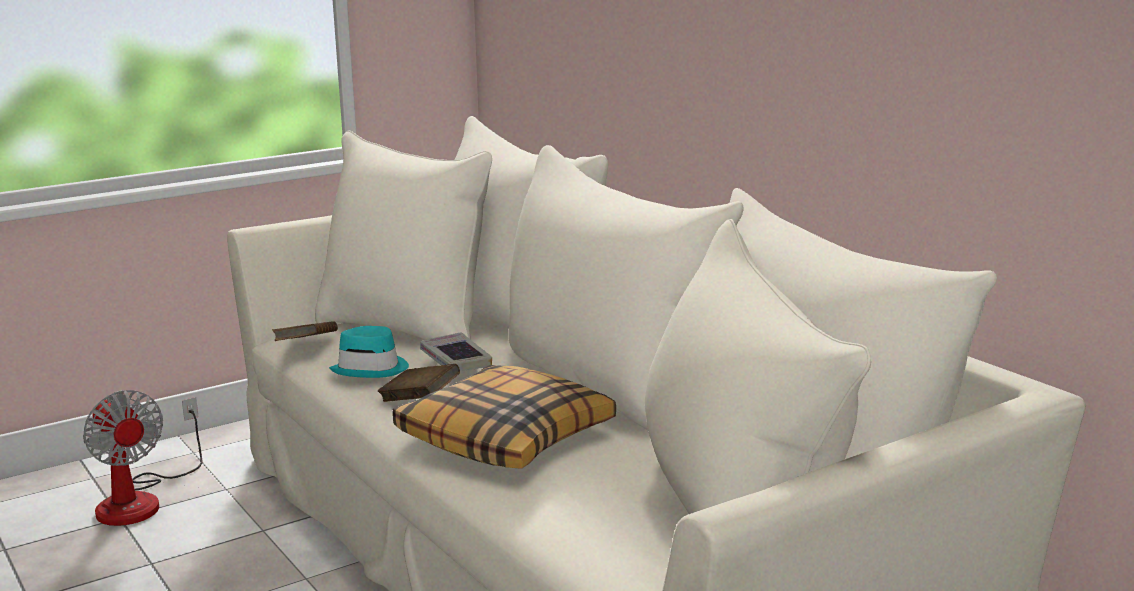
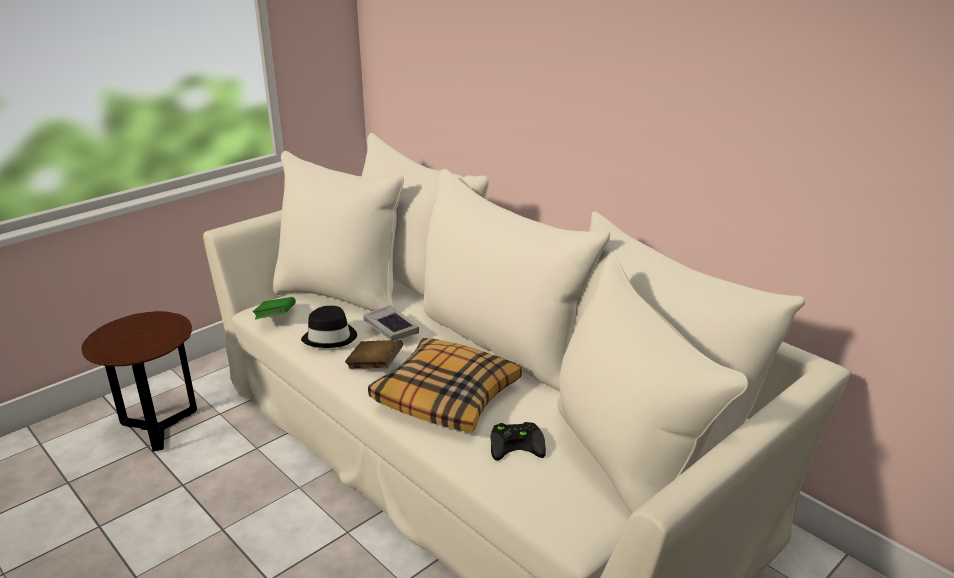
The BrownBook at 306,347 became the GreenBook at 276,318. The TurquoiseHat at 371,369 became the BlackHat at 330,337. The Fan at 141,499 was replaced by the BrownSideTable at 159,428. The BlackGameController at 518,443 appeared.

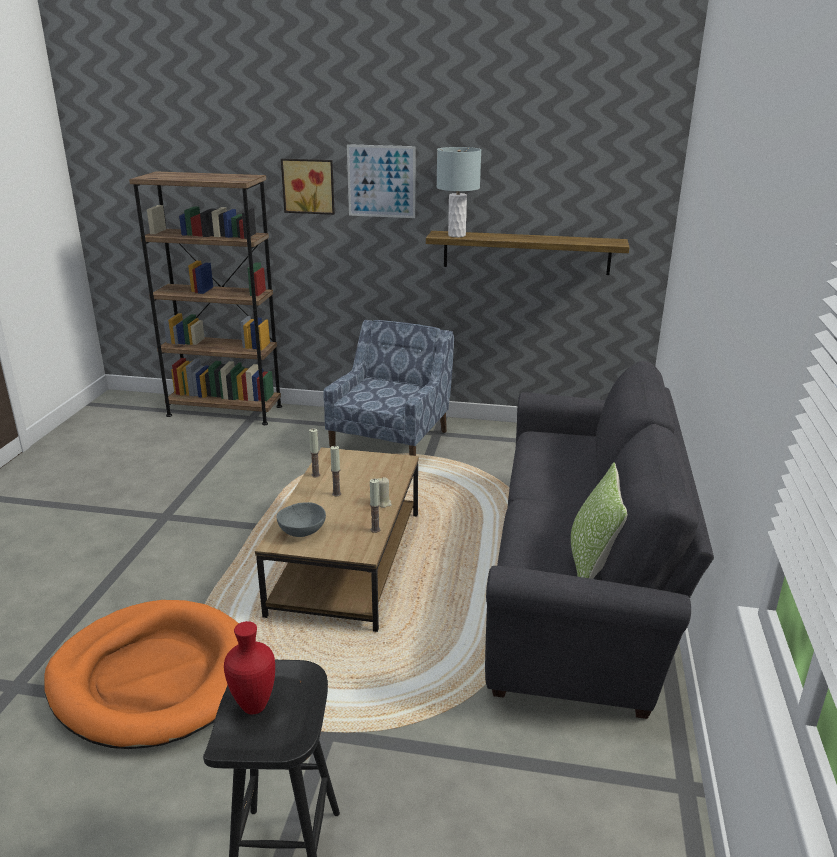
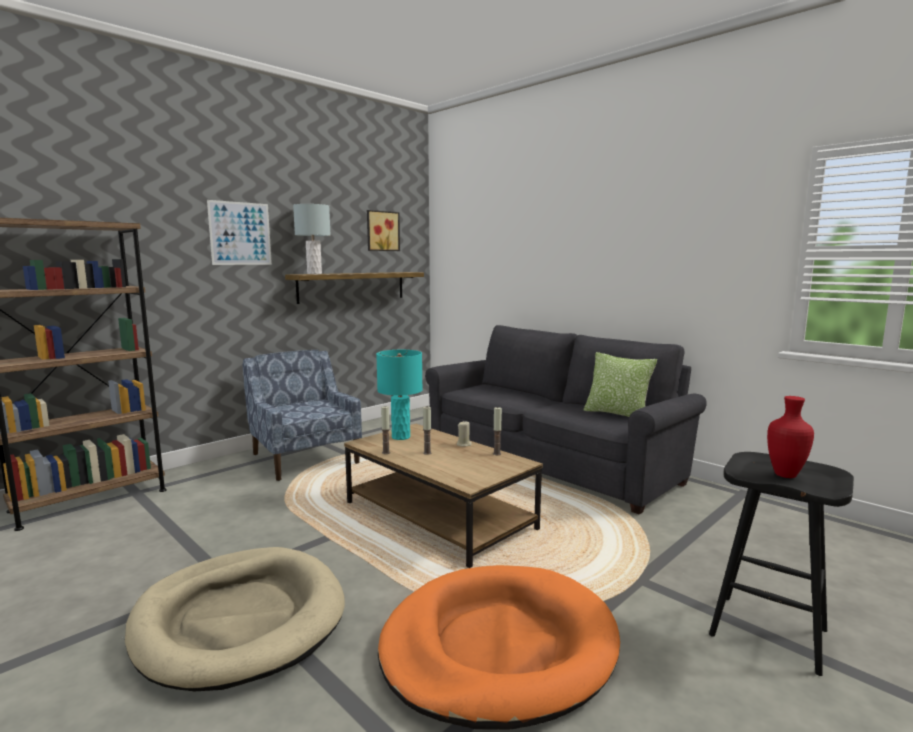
The Picture moved from 309,186 to 382,231. The GreyBowl at 301,532 disappeared. The TurquoiseTableLamp at 401,437 appeared. The BeigeDogBed at 239,620 appeared.

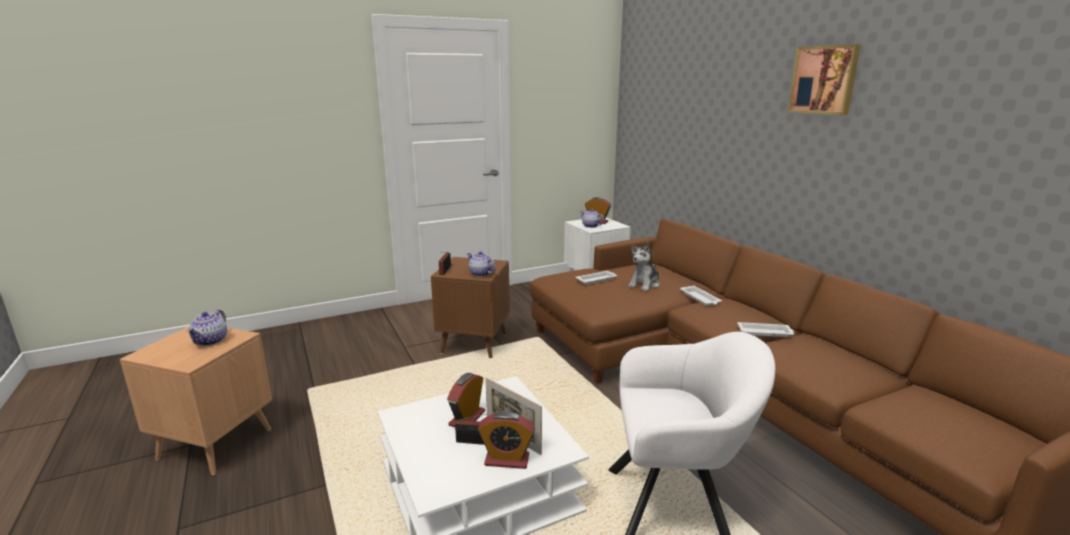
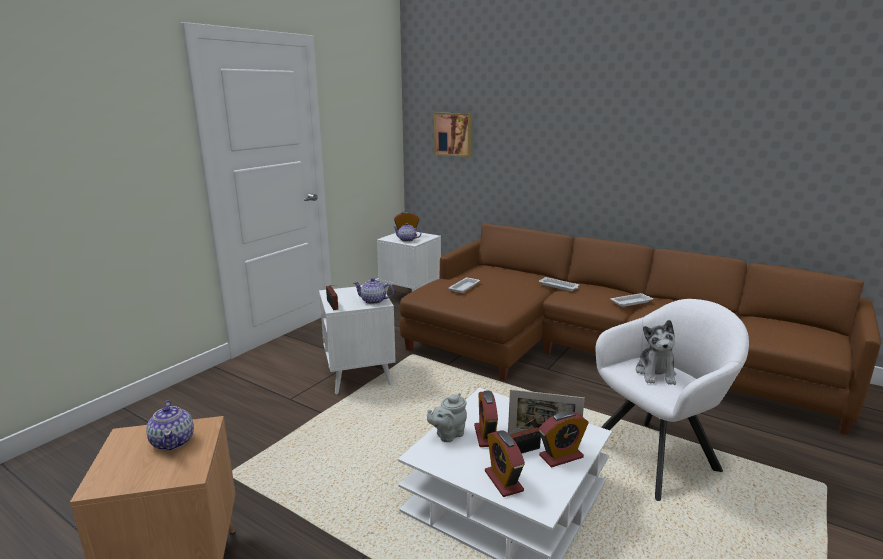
The Picture moved from 824,80 to 454,134. The PlushToy moved from 644,284 to 656,373. The BrownSideTable at 474,343 became the WhiteSideTable at 359,376. The GreyTeapot at 448,435 appeared. The AlarmClock at 503,481 appeared.

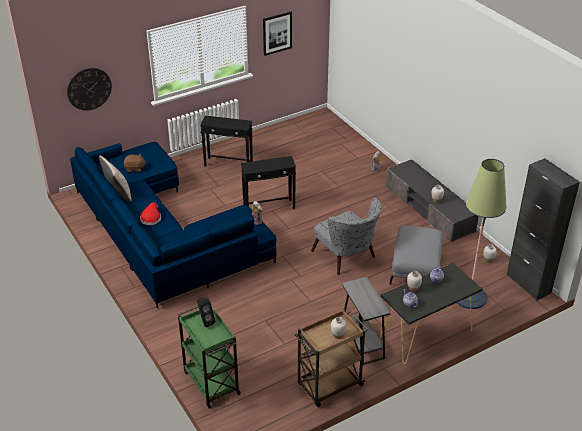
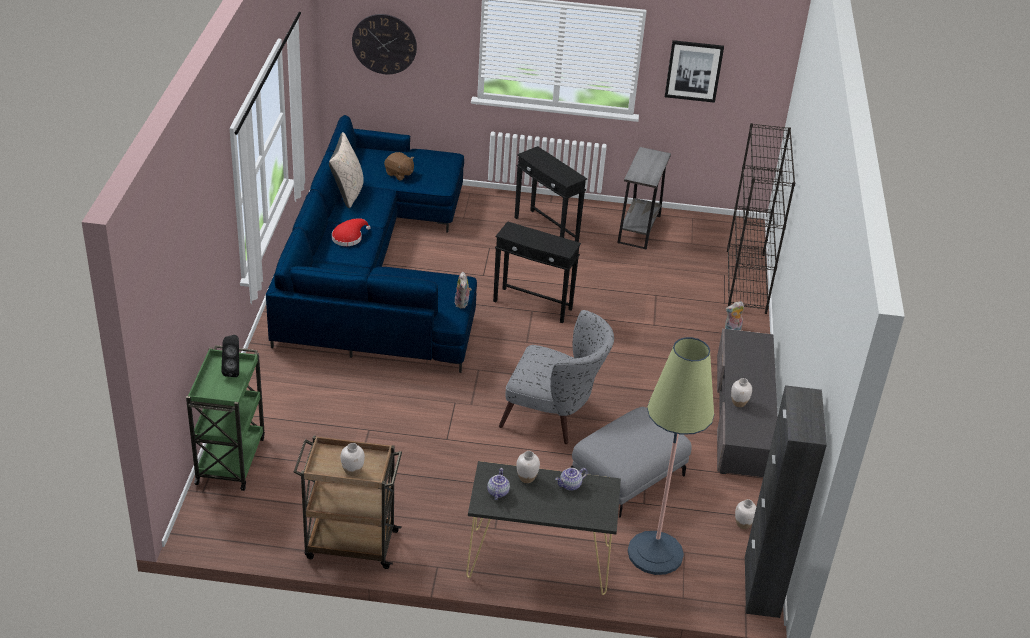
The GreyArmchair at 347,258 turned 75 degrees counterclockwise. The GreySideTable moved from 362,343 to 639,229. The BlackBookcase at 746,282 appeared.

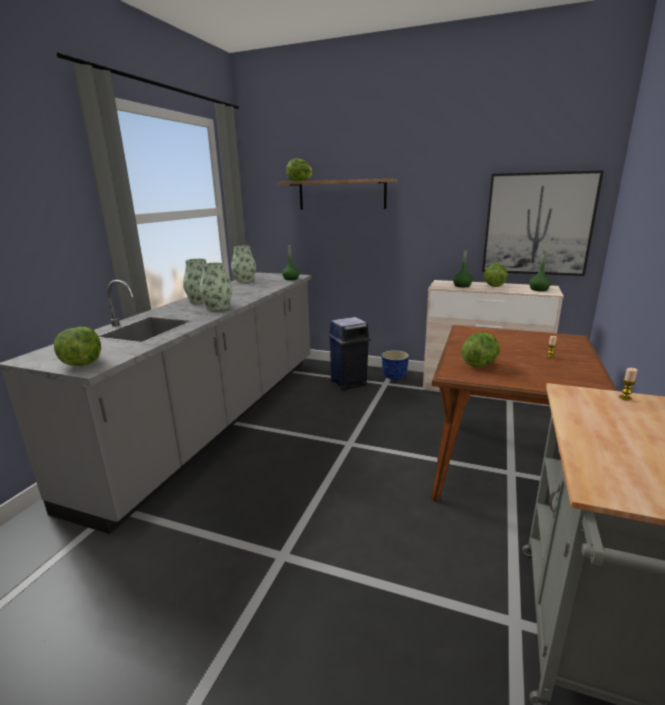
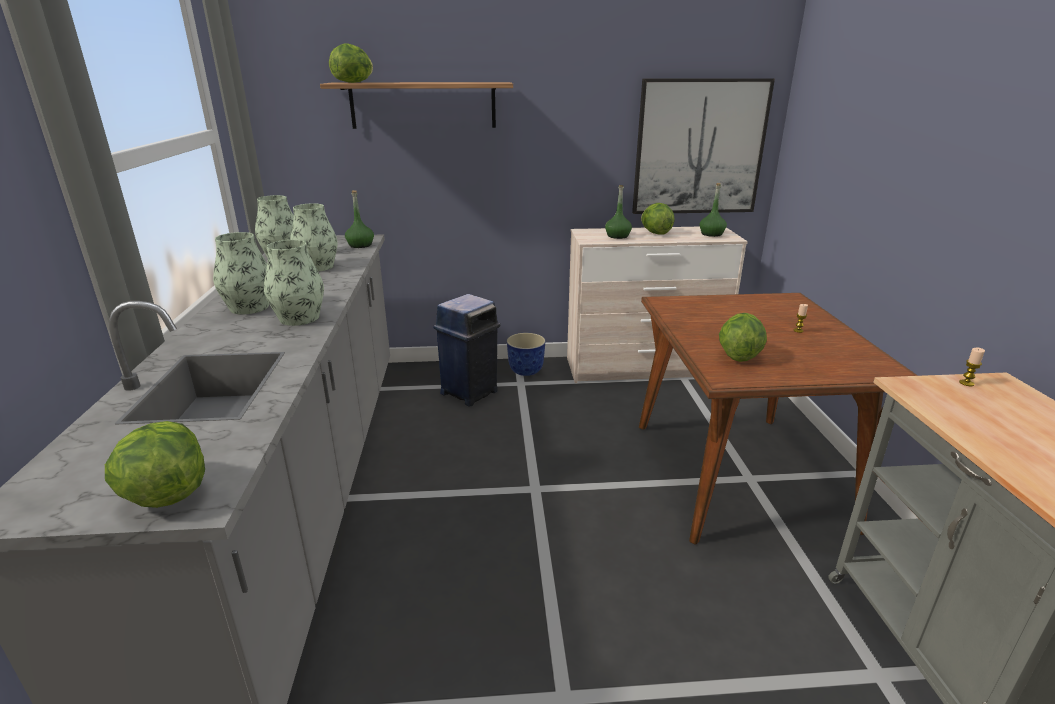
The Vase at 317,267 appeared.

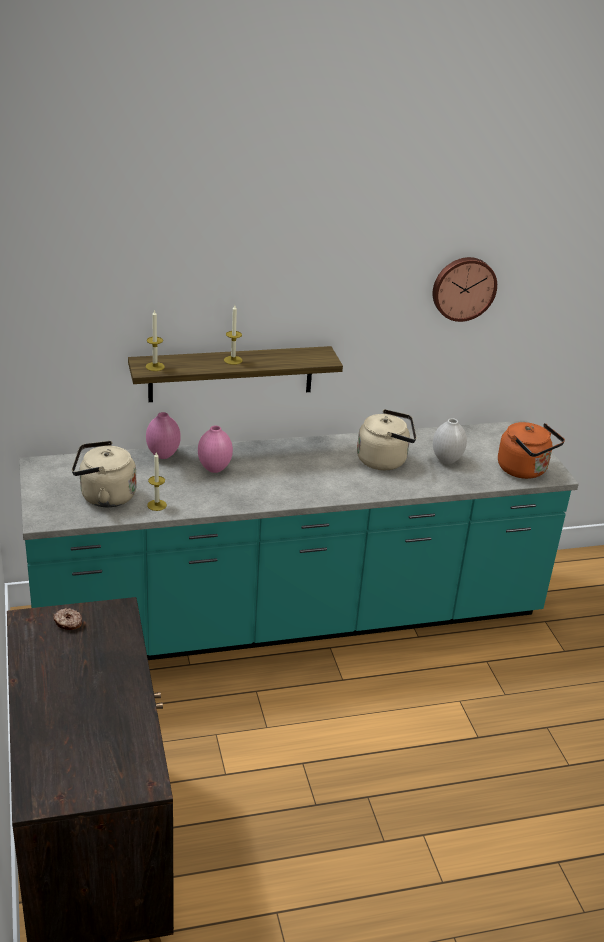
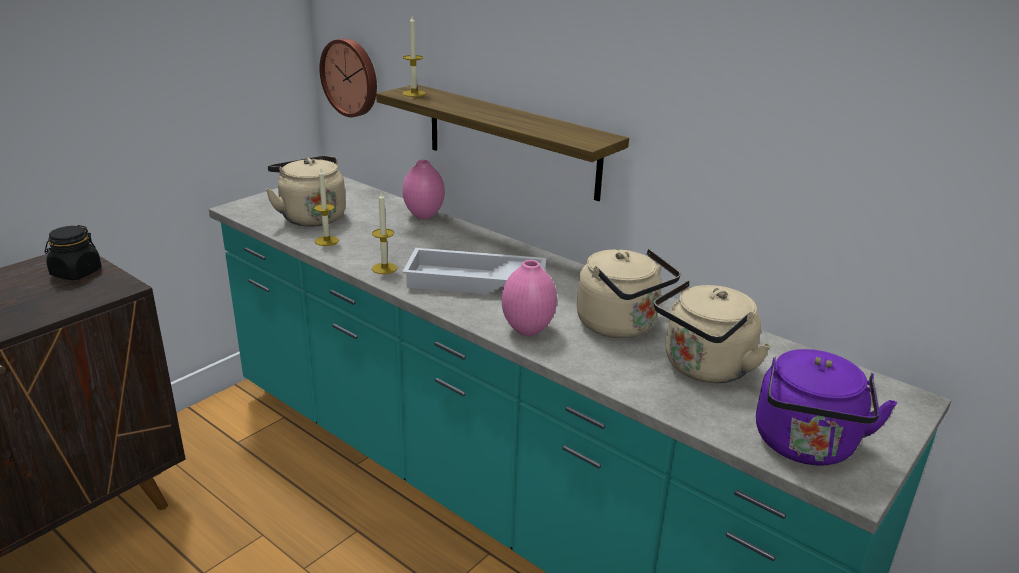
The WallClock moved from 463,288 to 351,77. The Candle moved from 233,360 to 384,268. The WhiteVase at 446,460 was replaced by the BeigeKettle at 703,368. The OrangeKettle at 524,470 became the PurpleKettle at 805,447. The PinkVase moved from 214,469 to 527,330. The Donut at 68,623 was replaced by the BlackJar at 76,273. The WhiteTray at 474,282 appeared.

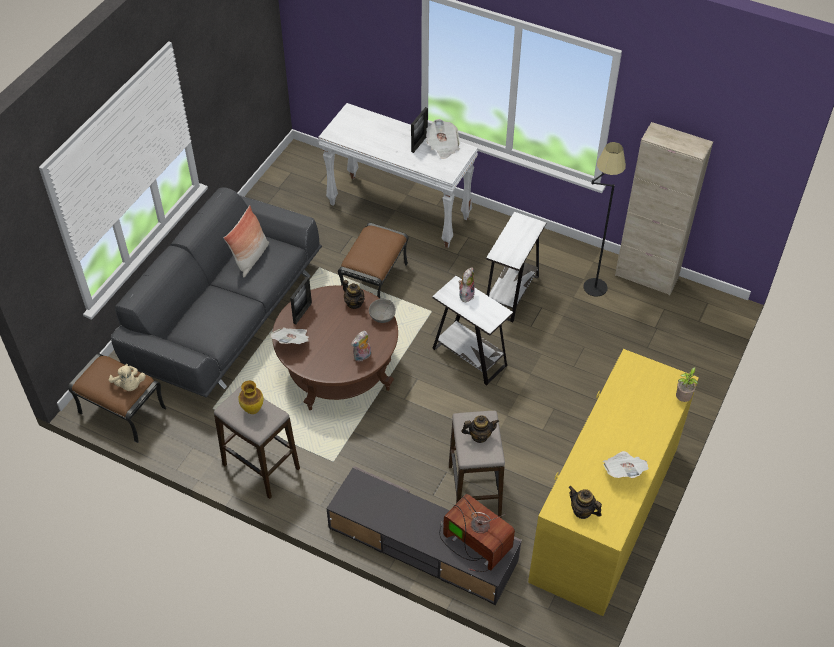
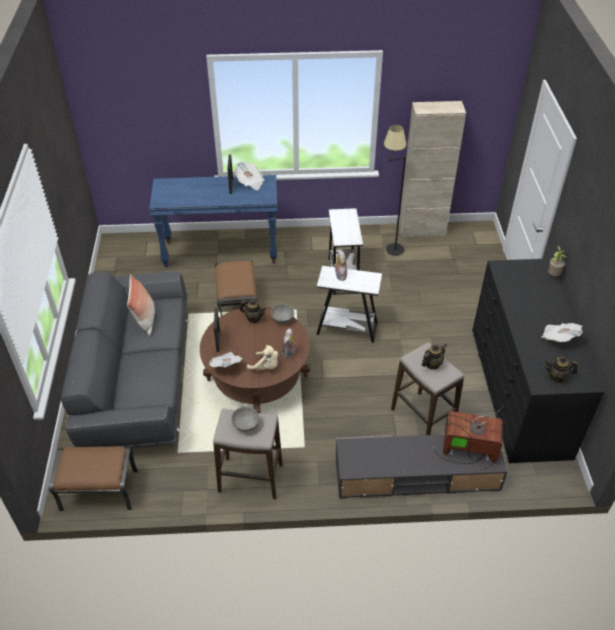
The WhiteConsoleTable at 399,211 became the BlueConsoleTable at 221,252. The YellowDresser at 604,513 became the BlackDresser at 519,391. The BeigePlushToy moved from 129,385 to 265,367. The Vase at 252,410 was replaced by the GreyBowl at 245,424.

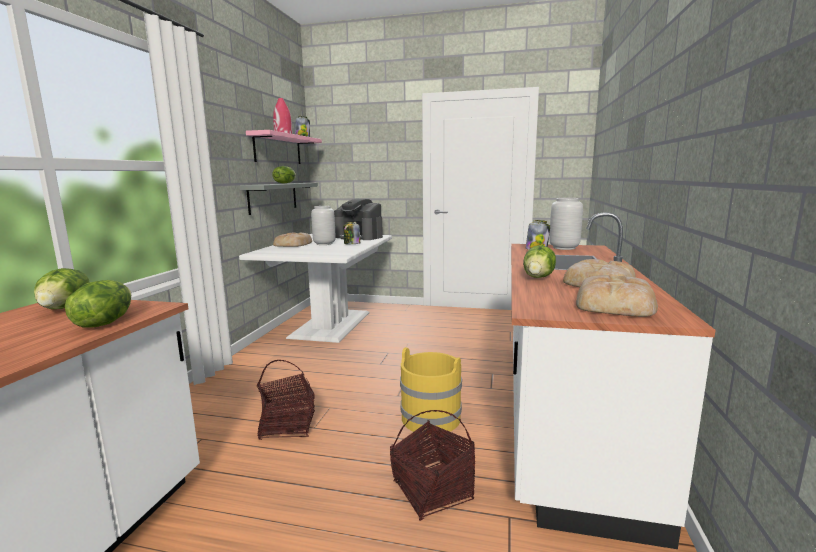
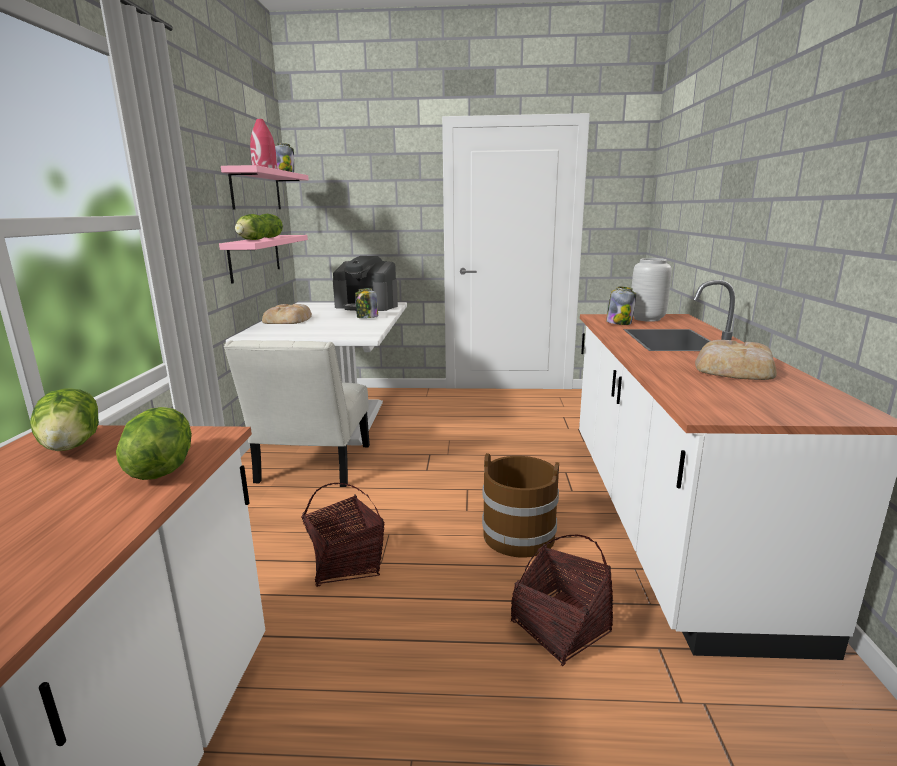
The GreyShelf at 273,197 became the PinkShelf at 255,257. The GreyVase at 324,244 disappeared. The Lettuce moved from 539,277 to 254,240. The Bread at 615,304 disappeared. The YellowBucket at 430,418 became the BrownBucket at 518,535. The WhiteChair at 312,467 appeared.

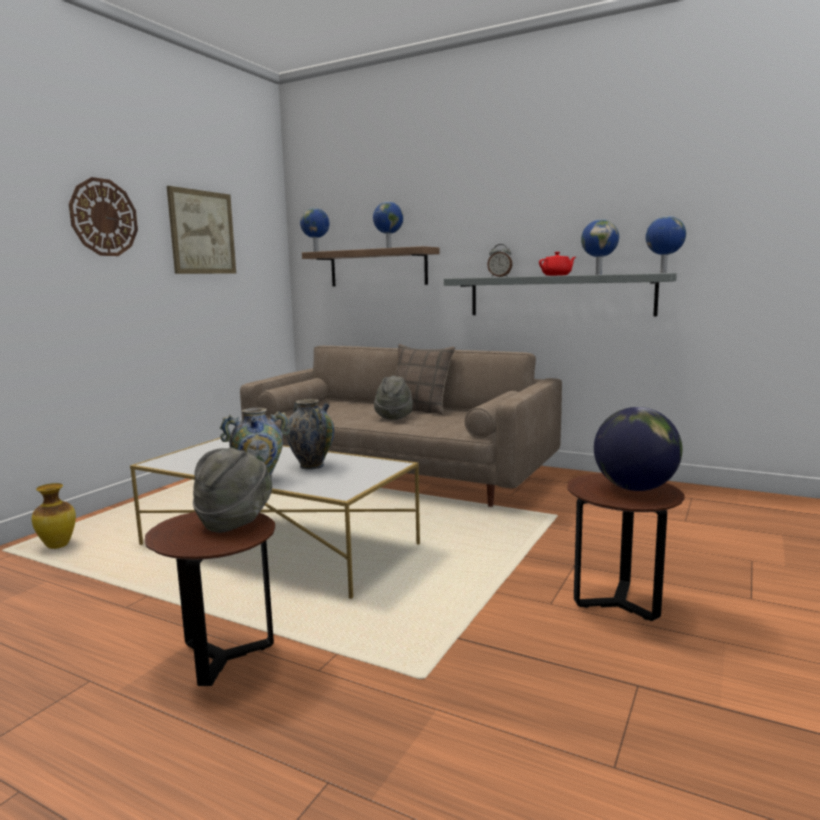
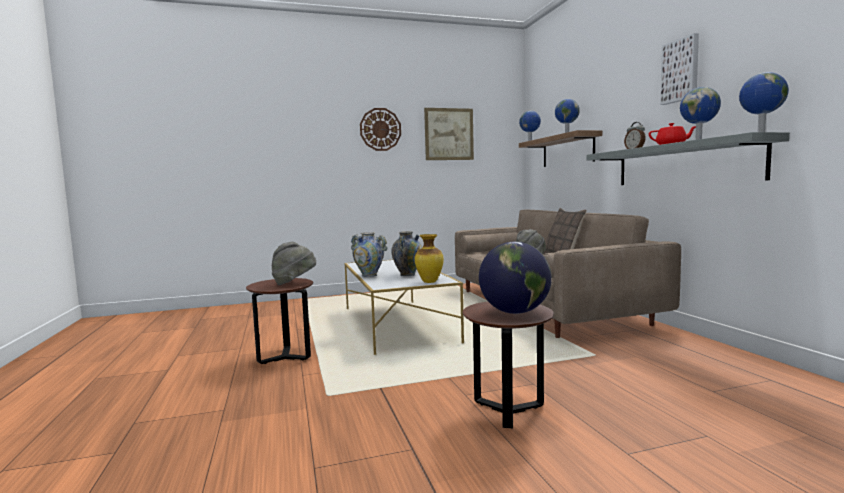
The Vase moved from 58,546 to 430,282. The Picture at 681,70 appeared.

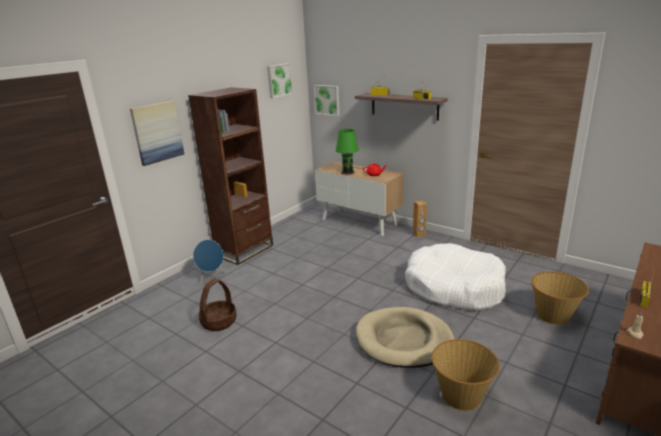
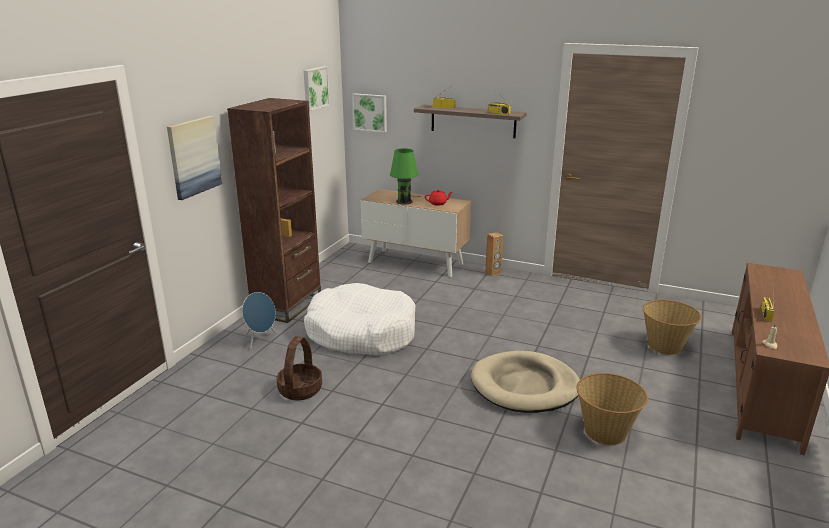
The WhiteDogBed moved from 454,287 to 361,333.

